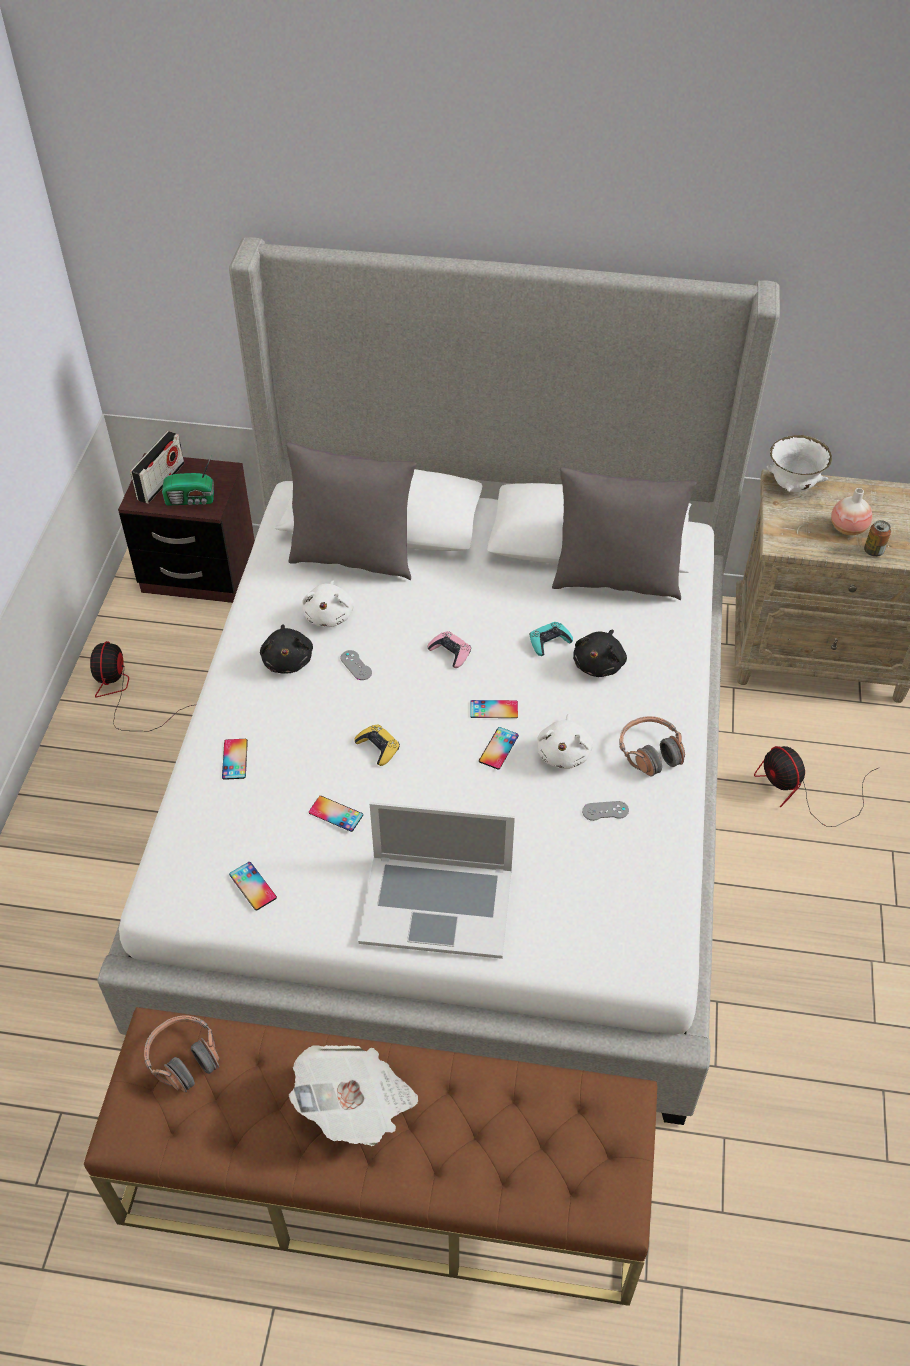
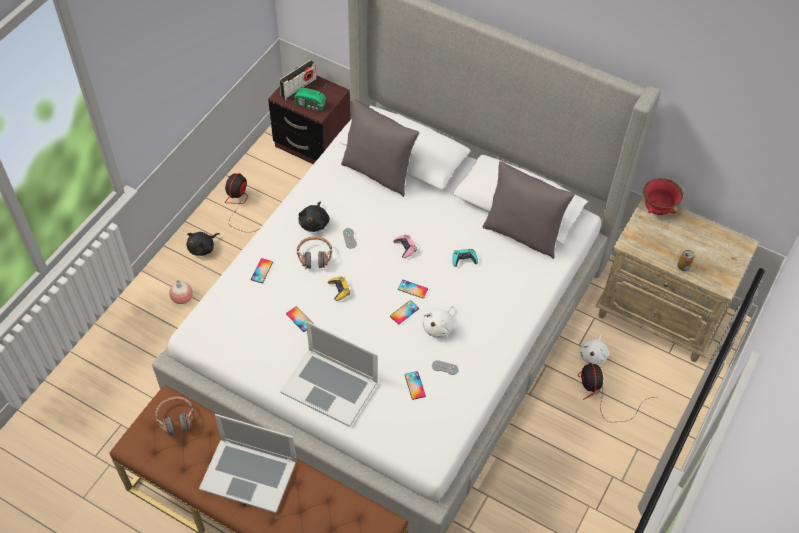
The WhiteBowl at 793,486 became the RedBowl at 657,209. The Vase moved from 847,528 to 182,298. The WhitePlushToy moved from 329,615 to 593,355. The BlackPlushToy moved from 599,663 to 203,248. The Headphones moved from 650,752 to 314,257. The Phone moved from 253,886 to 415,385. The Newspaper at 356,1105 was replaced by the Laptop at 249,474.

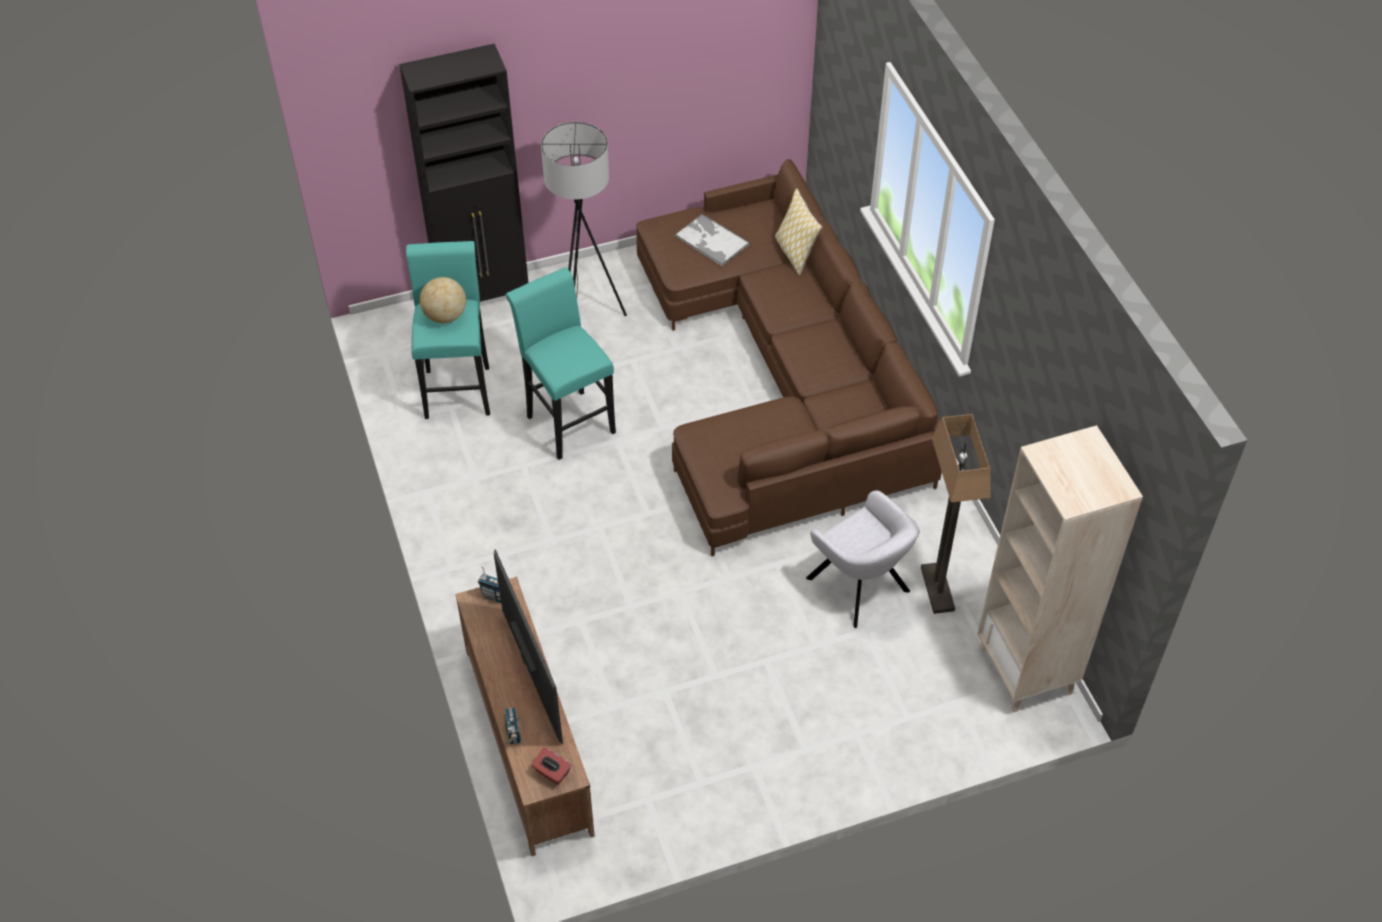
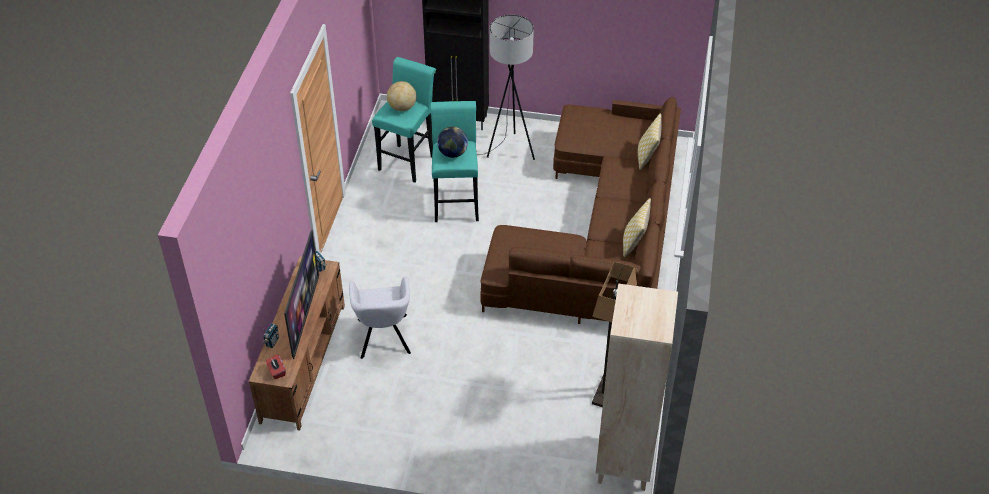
The Tray at 711,240 disappeared. The GreyArmchair moved from 861,587 to 384,338. The Globe at 452,153 appeared. The Pillow at 634,242 appeared.

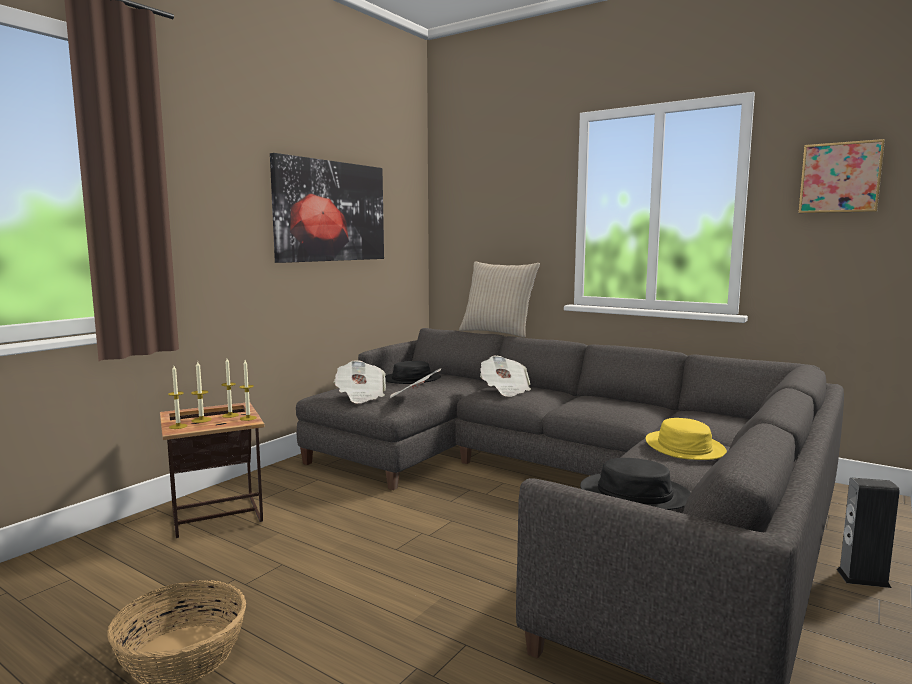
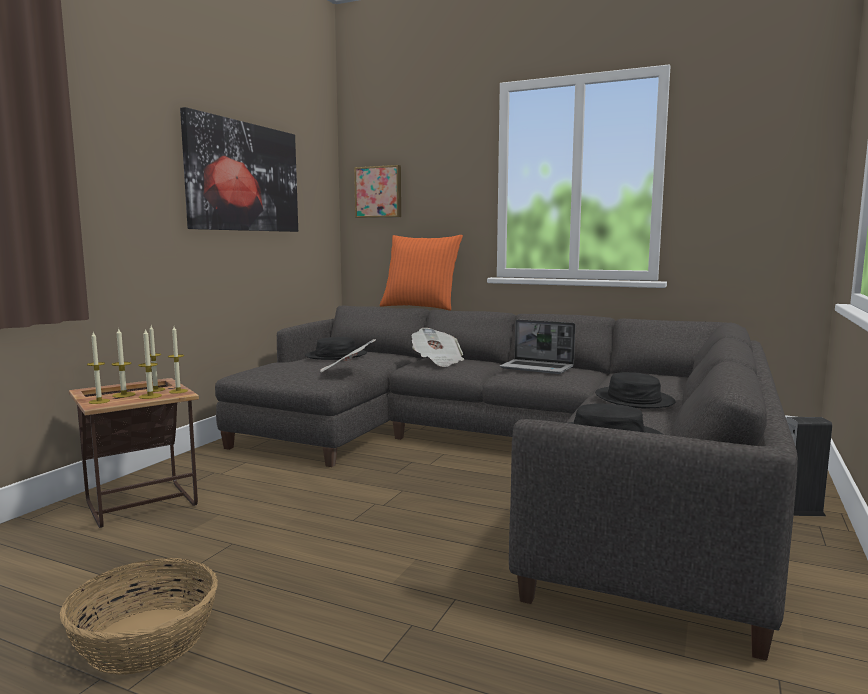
The Picture moved from 840,178 to 379,192. The BeigePillow at 498,332 became the OrangePillow at 420,307. The Newspaper at 360,396 disappeared. The YellowHat at 684,447 became the BlackHat at 633,399. The Laptop at 538,368 appeared. The Candle at 150,396 appeared.

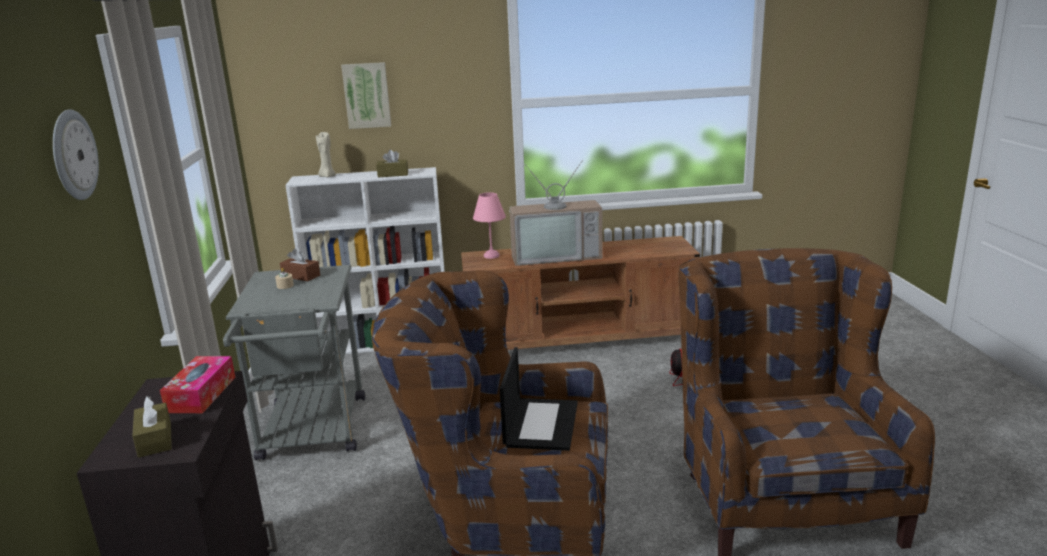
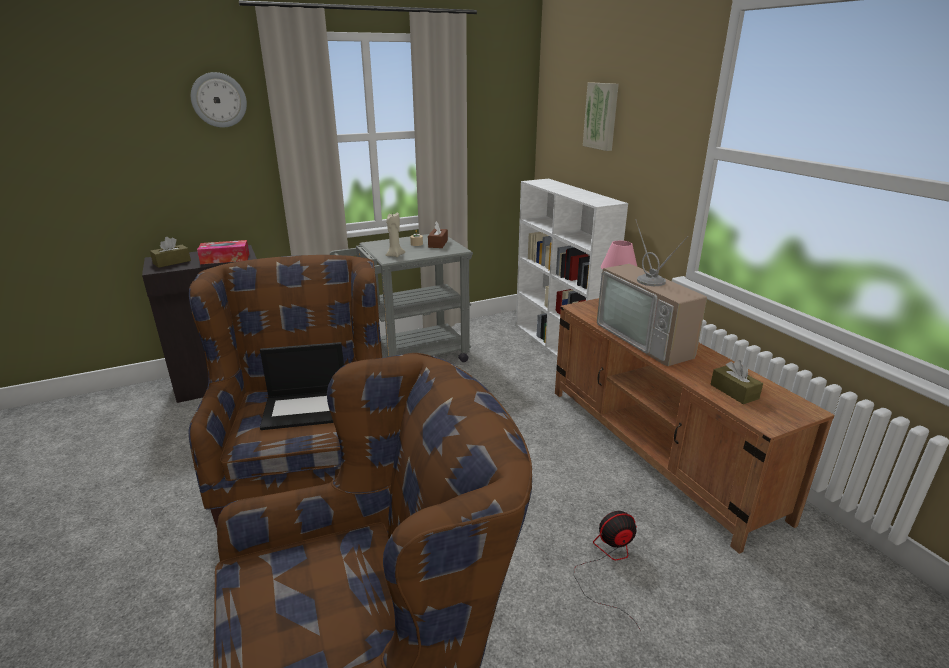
The BeigeCandle moved from 327,176 to 394,255. The BrownTissueBox moved from 393,174 to 734,391.

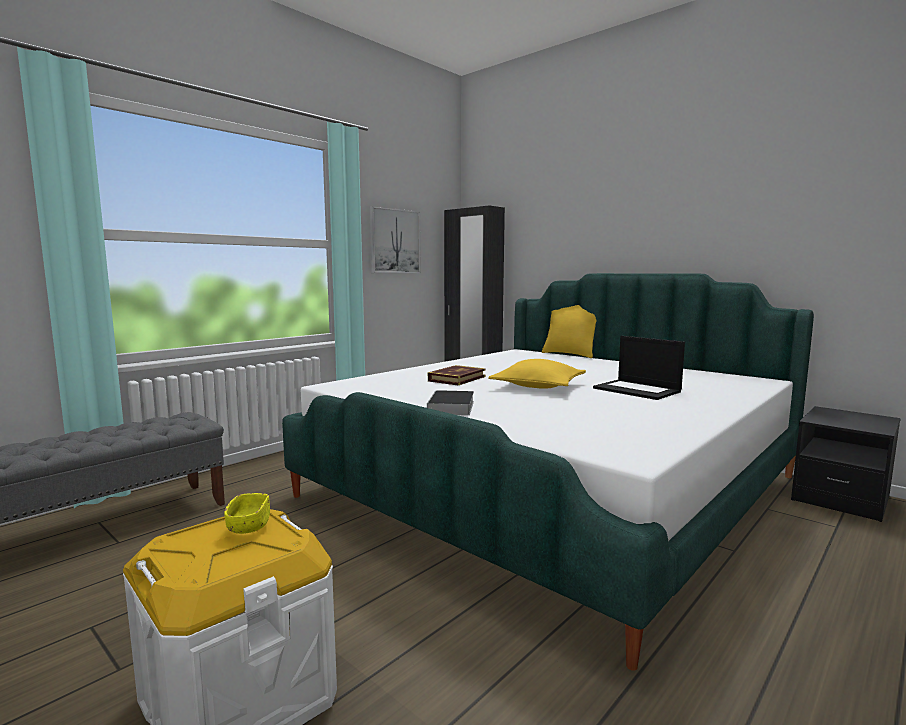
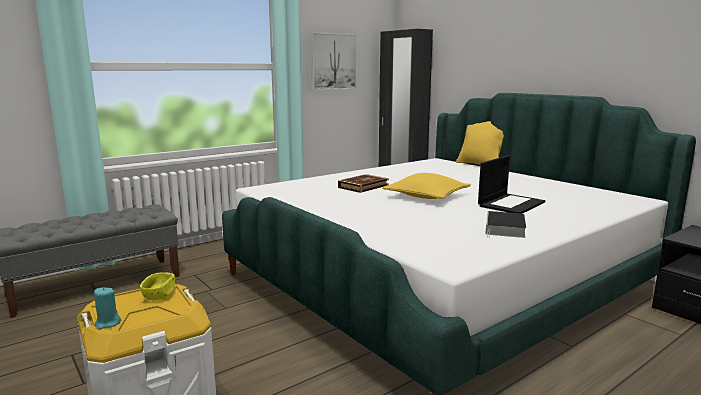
The Laptop at 638,390 turned 105 degrees counterclockwise. The Book moved from 451,407 to 505,228. The TurquoiseCandle at 107,323 appeared.

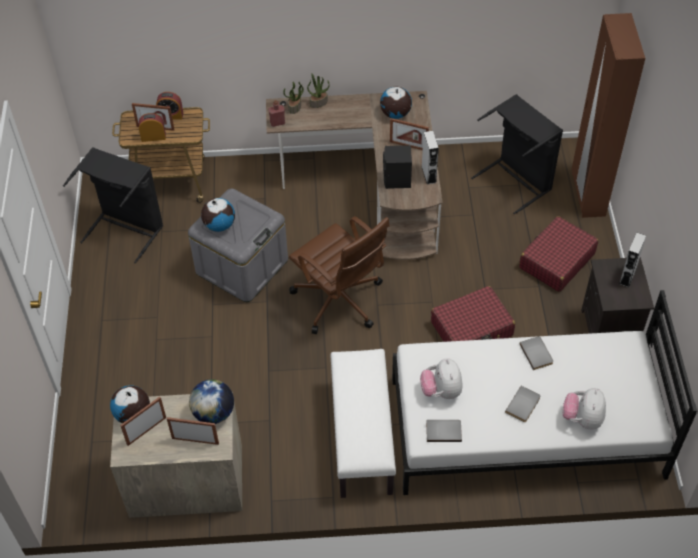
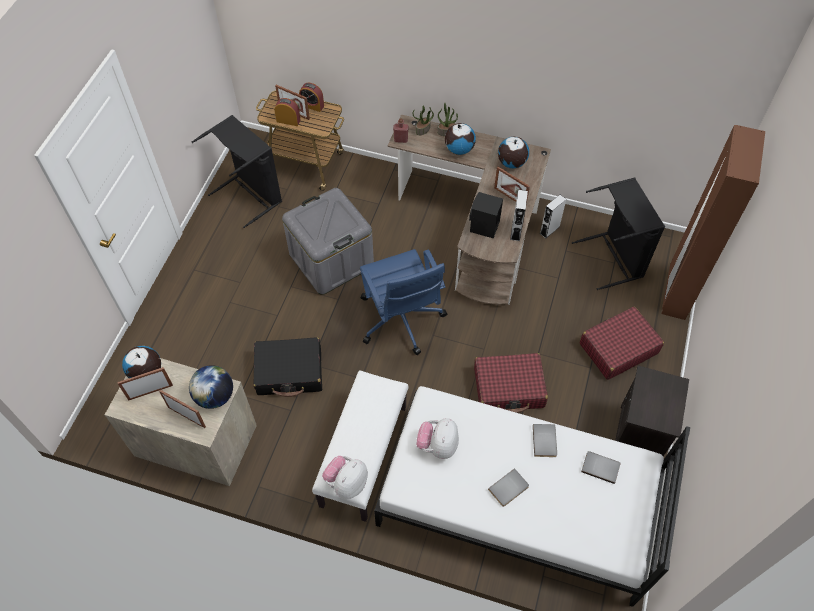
The Globe moved from 219,225 to 459,149. The BrownOfficeChair at 340,301 became the BlueOfficeChair at 401,321. The GreySpeaker moved from 627,276 to 549,230. The PlushToy moved from 582,418 to 346,483. The GreyBook moved from 443,430 to 600,467. The BlackSuitcase at 290,372 appeared.

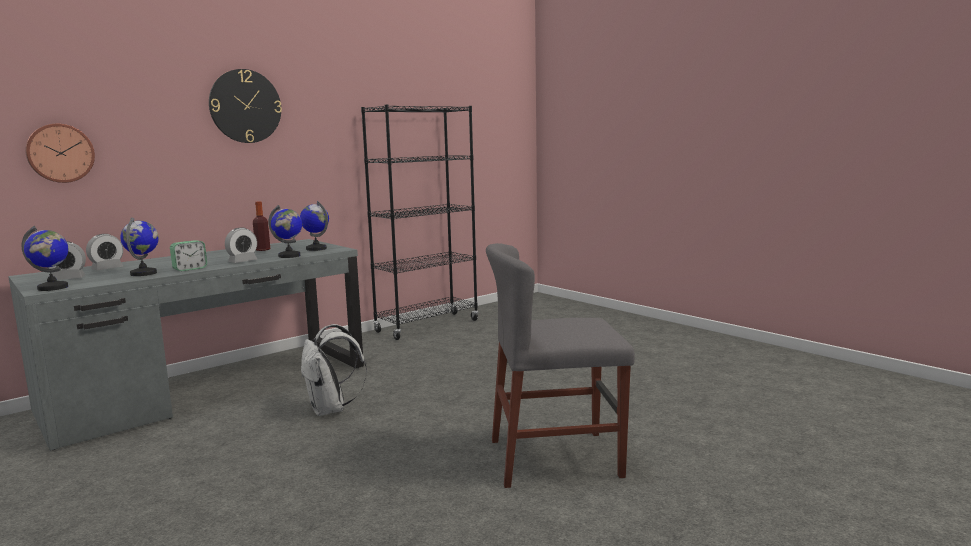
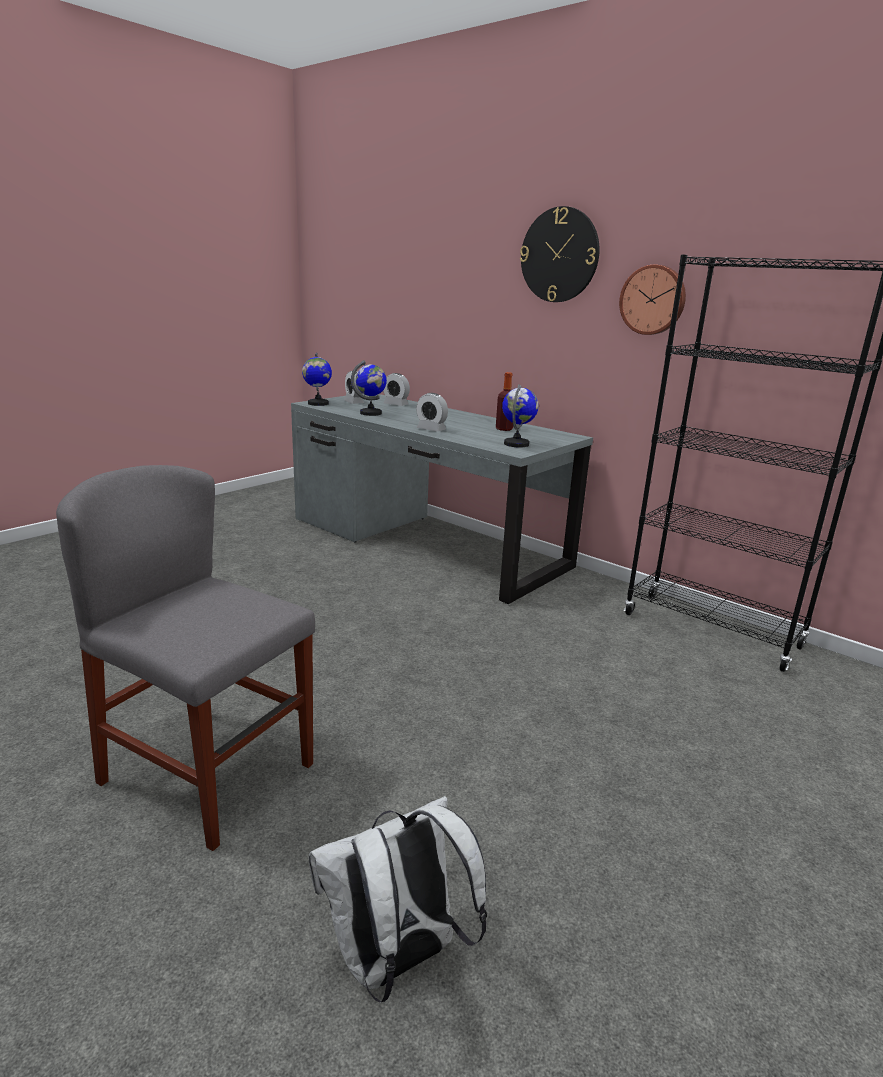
The WallClock moved from 60,153 to 653,300. The Globe at 289,256 disappeared. The AlarmClock at 190,269 disappeared. The GreyChair at 555,458 turned 45 degrees counterclockwise. The WhiteBackpack moved from 331,409 to 396,960.

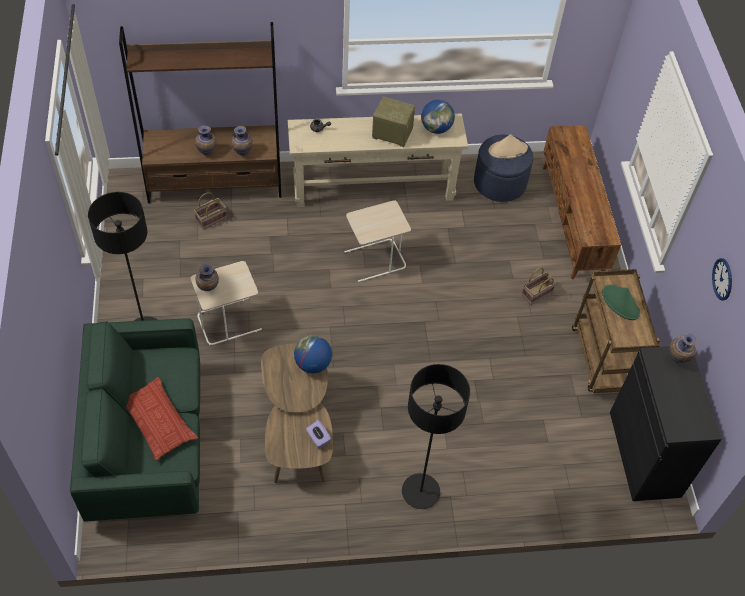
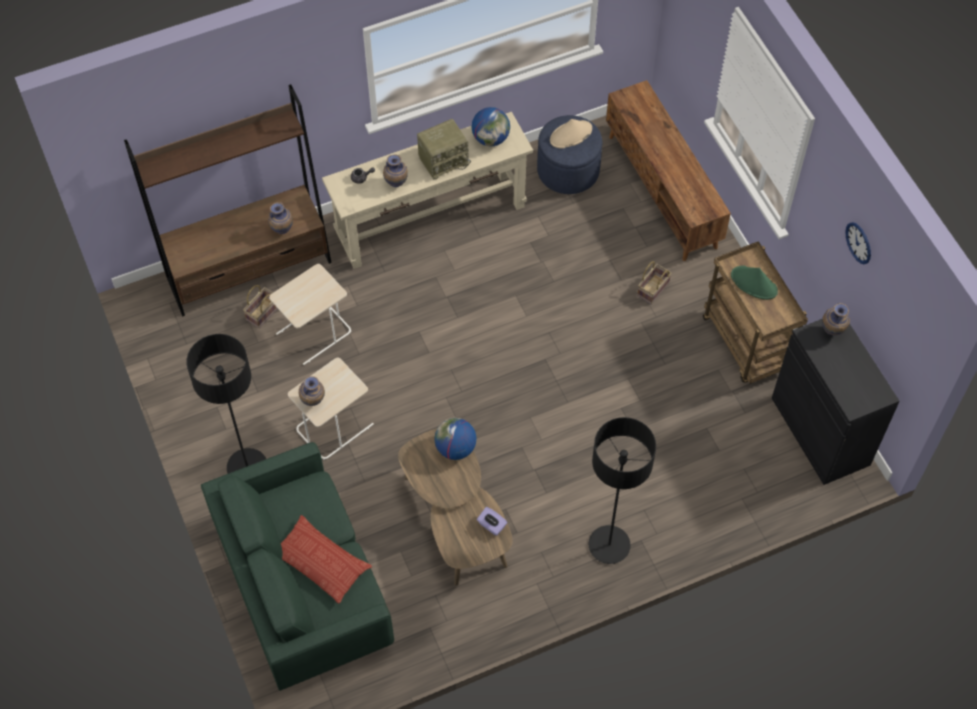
The Radio at 391,134 turned 150 degrees clockwise. The Vase moved from 207,153 to 396,184. The BeigeSideTable moved from 375,261 to 314,334.

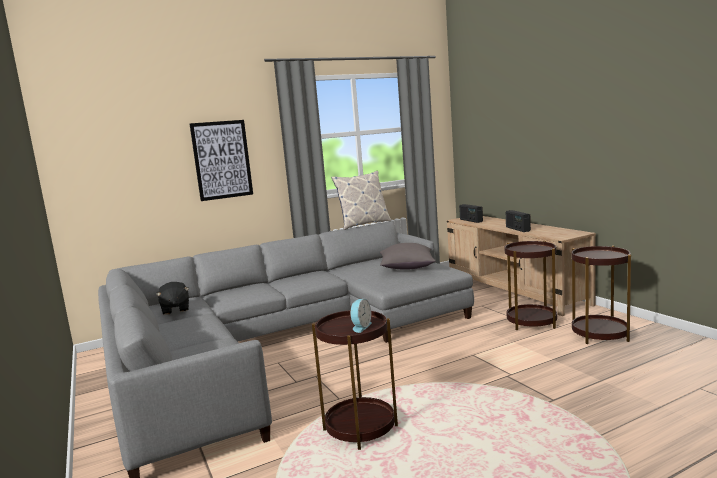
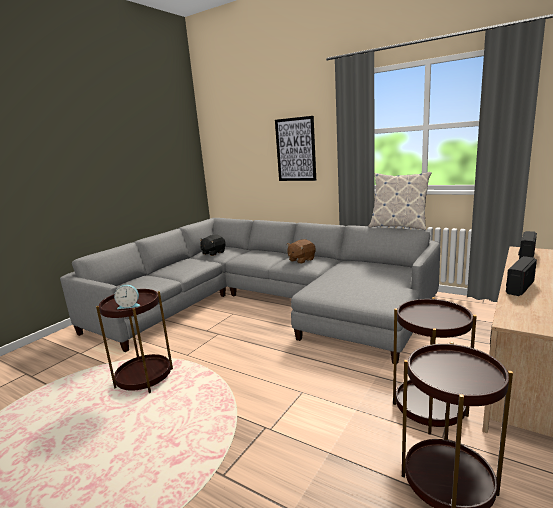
The GreyPillow at 407,267 disappeared. The BrownPlushToy at 301,260 appeared.

